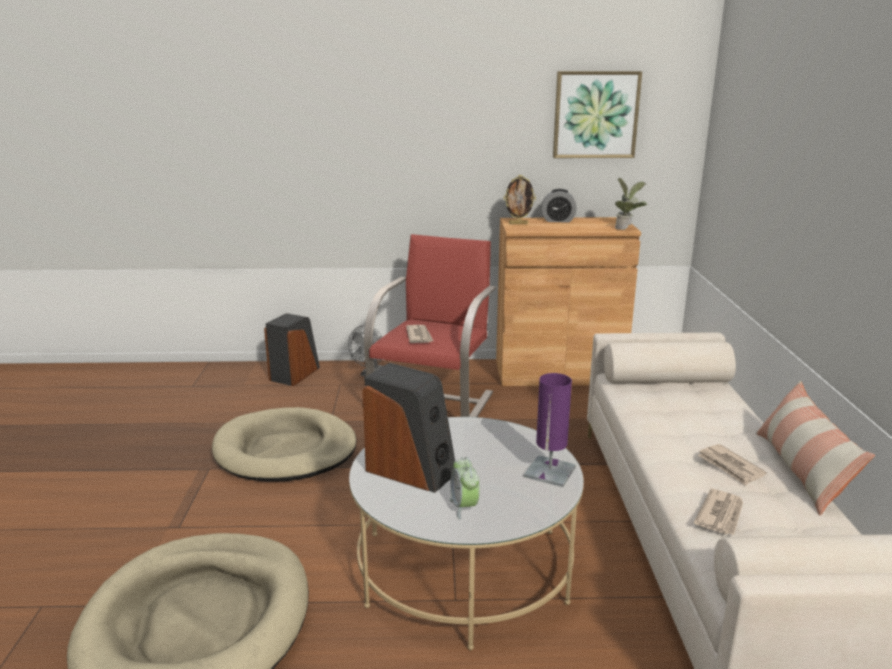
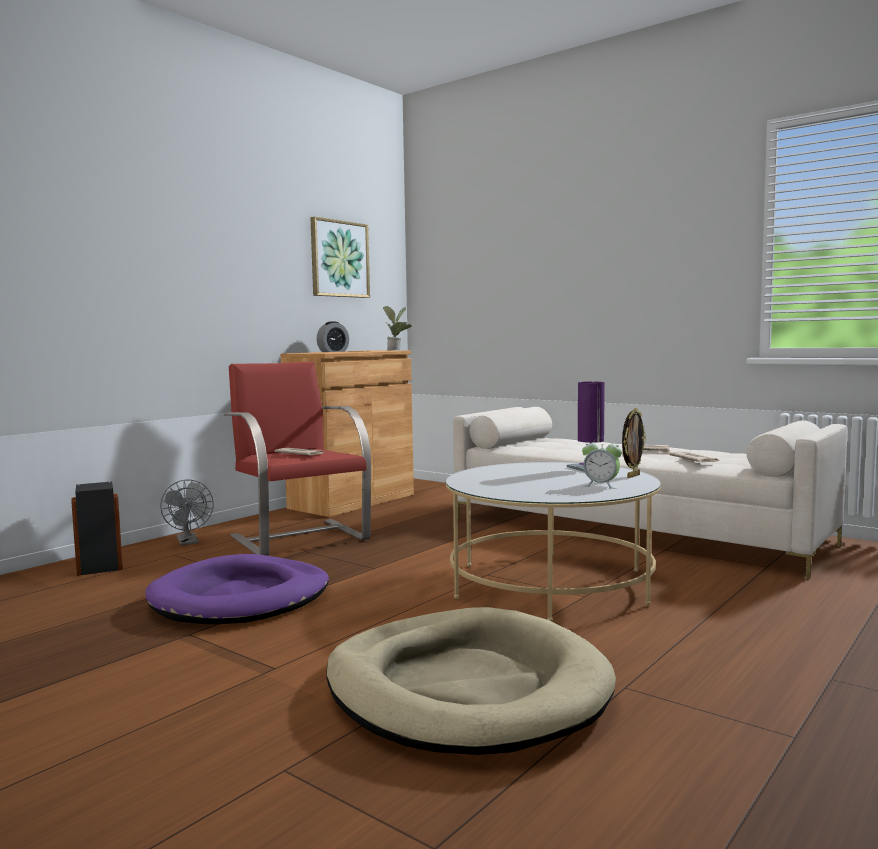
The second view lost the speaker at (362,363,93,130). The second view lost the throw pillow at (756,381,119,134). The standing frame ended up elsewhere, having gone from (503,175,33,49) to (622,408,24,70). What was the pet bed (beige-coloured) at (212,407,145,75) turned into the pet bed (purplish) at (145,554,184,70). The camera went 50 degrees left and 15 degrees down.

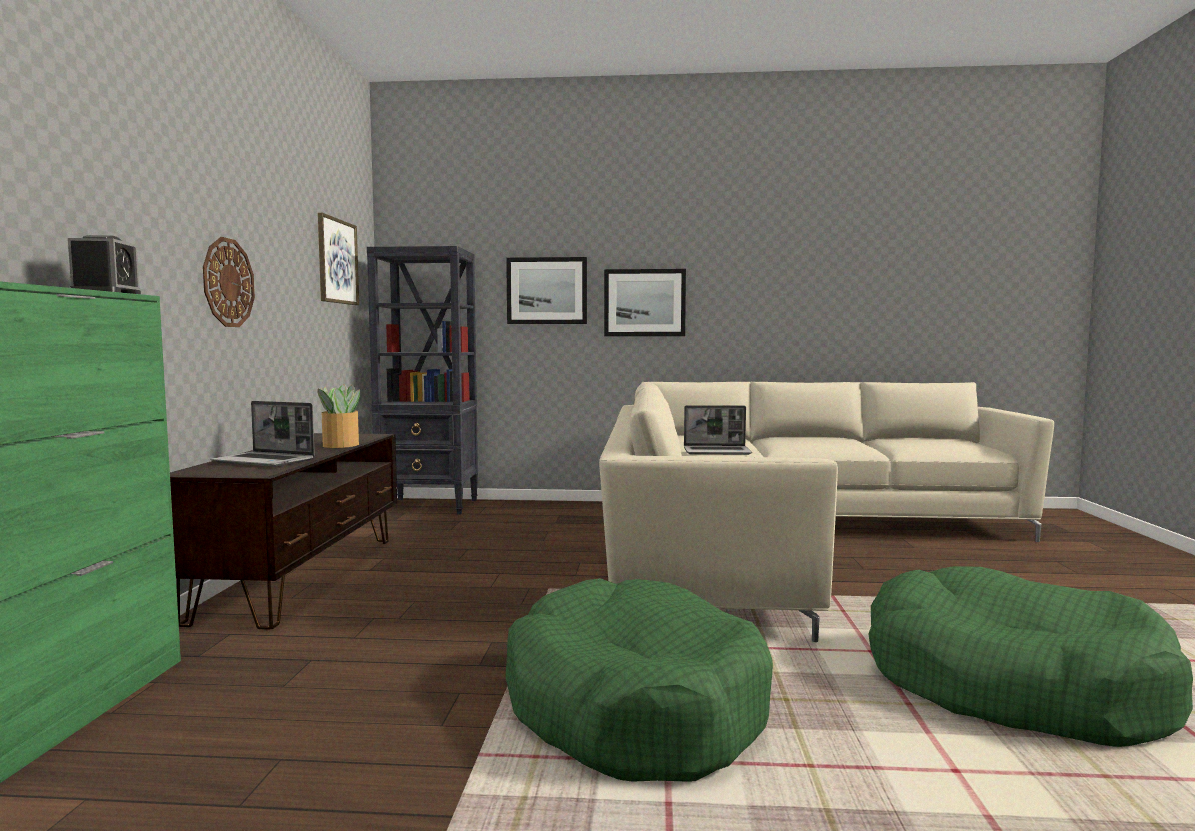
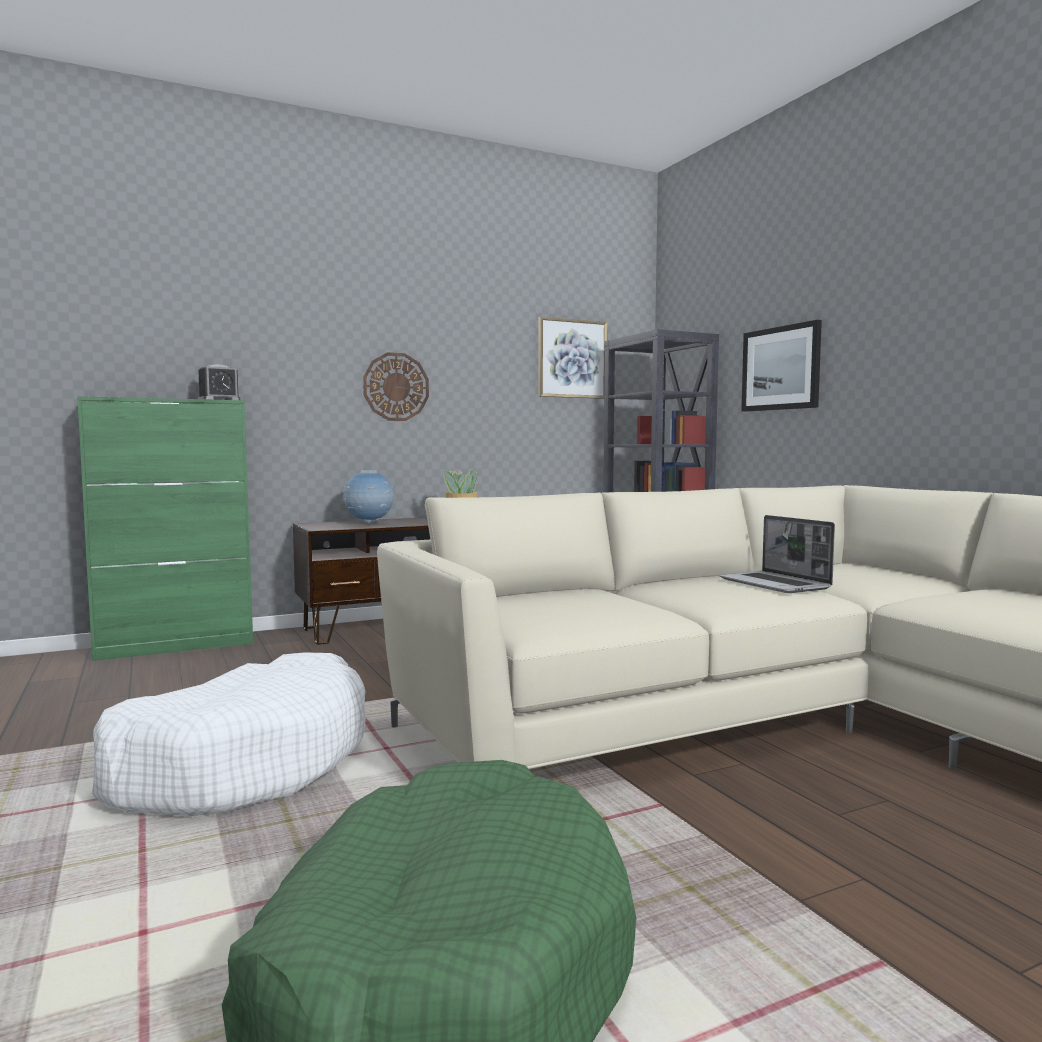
The second view lost the wall picture at (604,269,82,67). Where the laptop stood at (210,401,105,66), the globe came to stand at (342,470,52,54). What was the pet bed (green-coloured) at (505,578,268,204) turned into the pet bed (white-coloured) at (91,652,275,164). The camera went 60 degrees right and 0 degrees up.

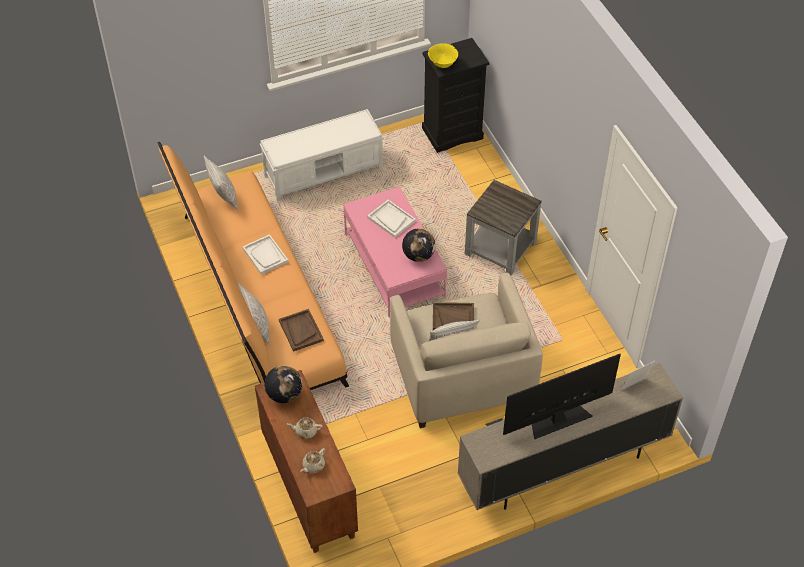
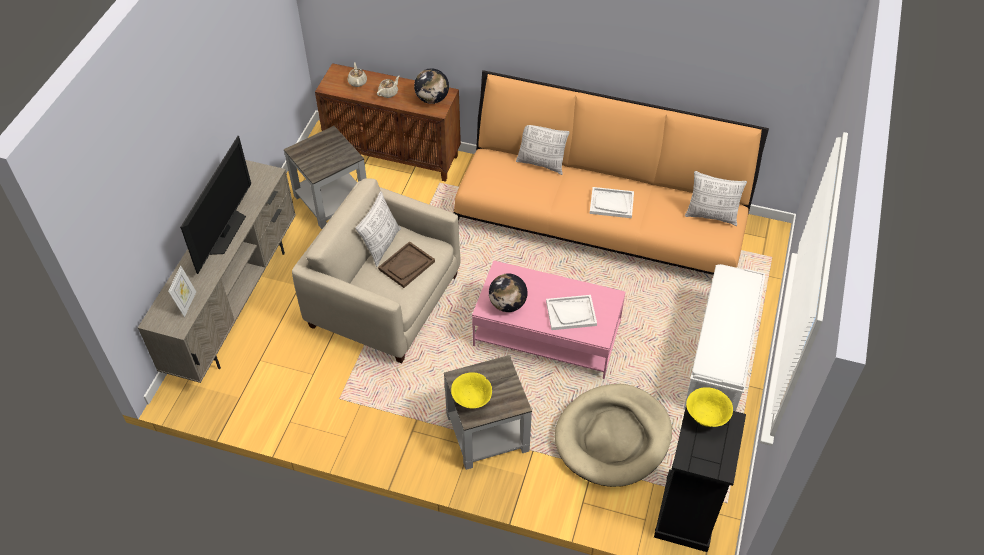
The second view lost the carrying tray (brown) at (279,309,45,43). The second view gained the end table (greyish) at (284,126,82,103). The second view gained the deep dish (yellow-coloured) at (451,372,41,37). The second view gained the pet bed (beige-coloured) at (555,384,117,103). The camera went 130 degrees right and 0 degrees up.

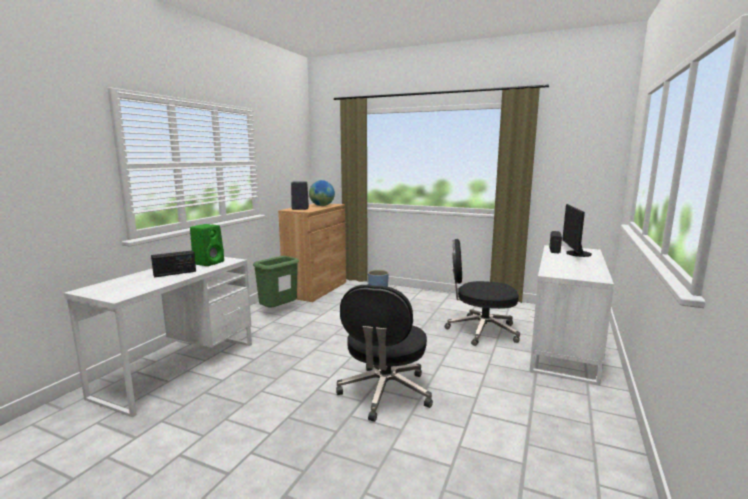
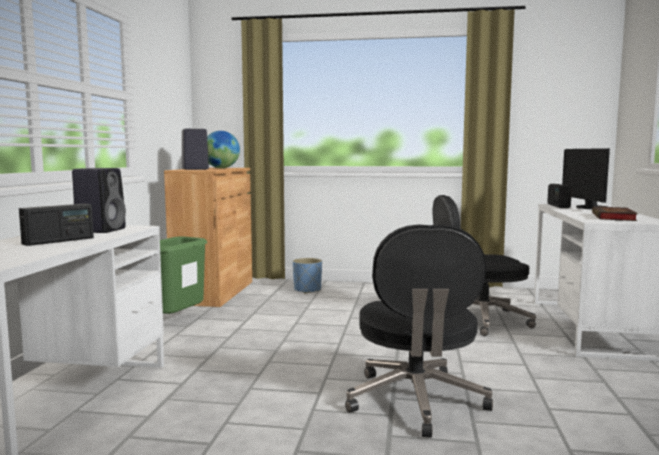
The second view gained the book at (592,206,46,15). What was the speaker (green-coloured) at (190,224,34,42) turned into the speaker (black) at (72,168,54,65). The camera went 15 degrees left and 5 degrees down.

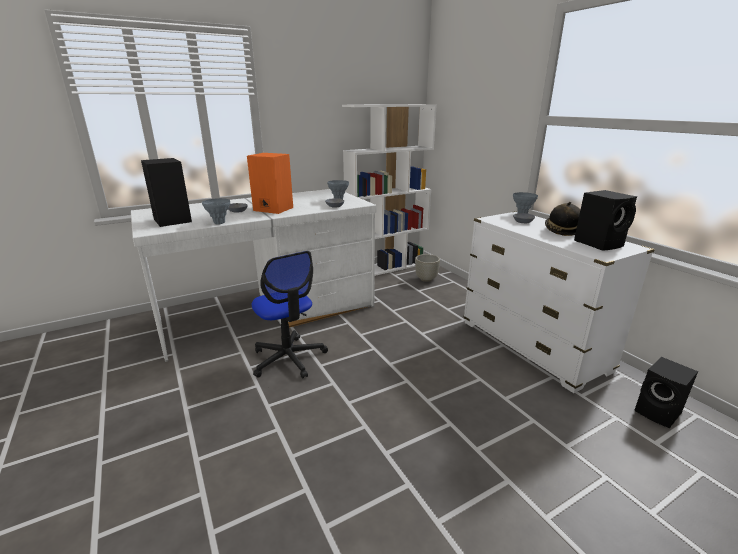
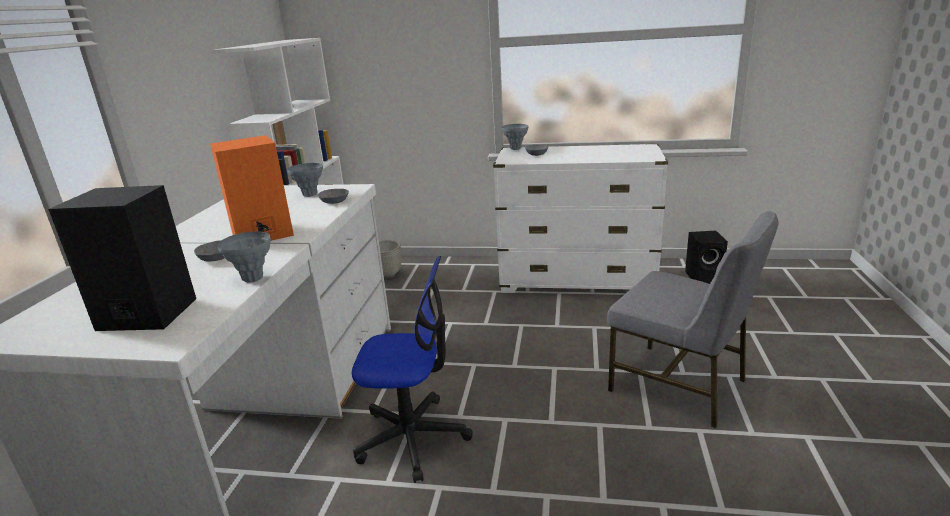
The second view lost the wearable hat at (545,202,35,34). The second view lost the speaker (black) at (574,190,63,61). The second view gained the upright chair (greyish) at (607,211,172,217). The camera went 50 degrees left and 0 degrees up.

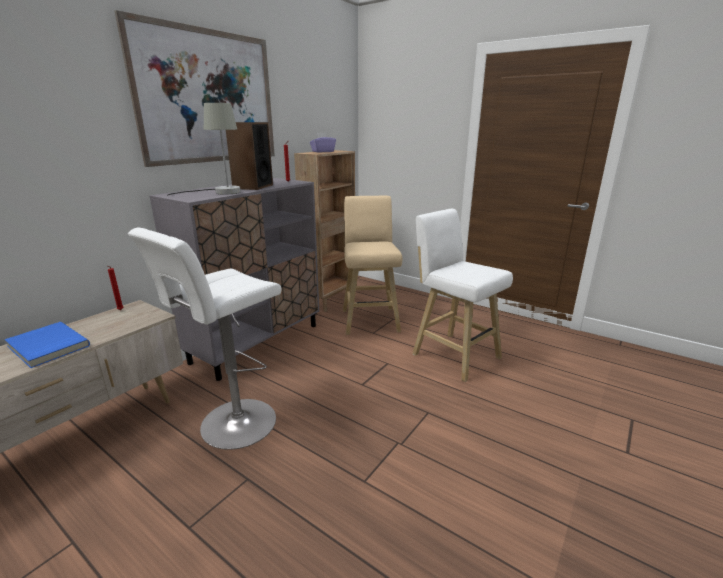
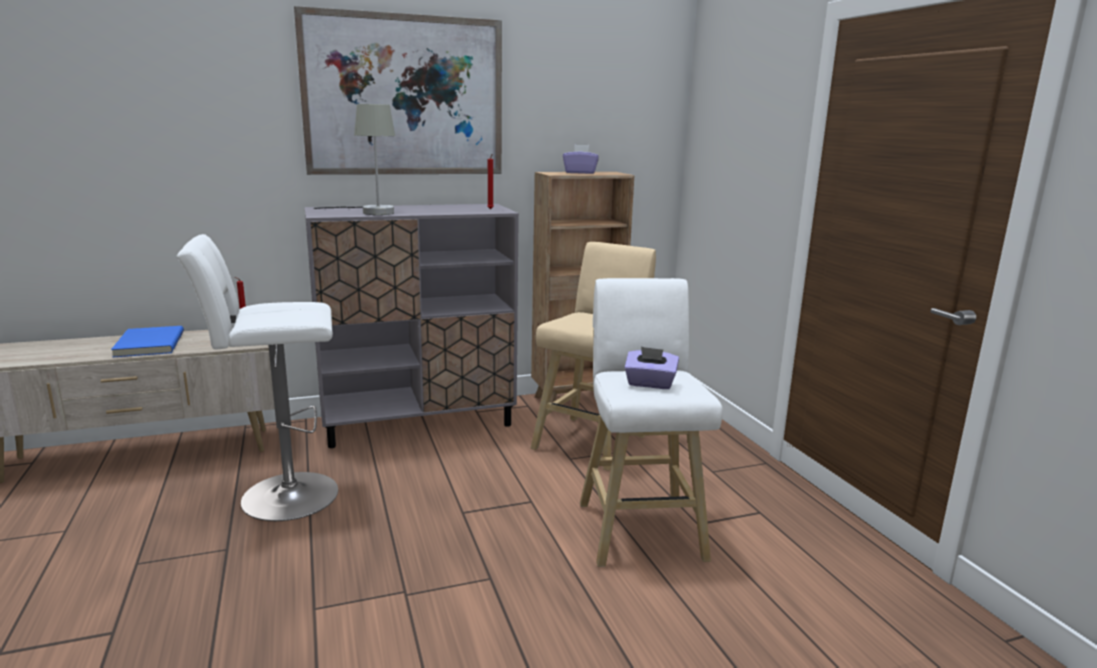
The second view lost the speaker at (226,122,47,68). The second view gained the tissue holder (purplish) at (624,347,55,42). The camera went 35 degrees right and 5 degrees down.

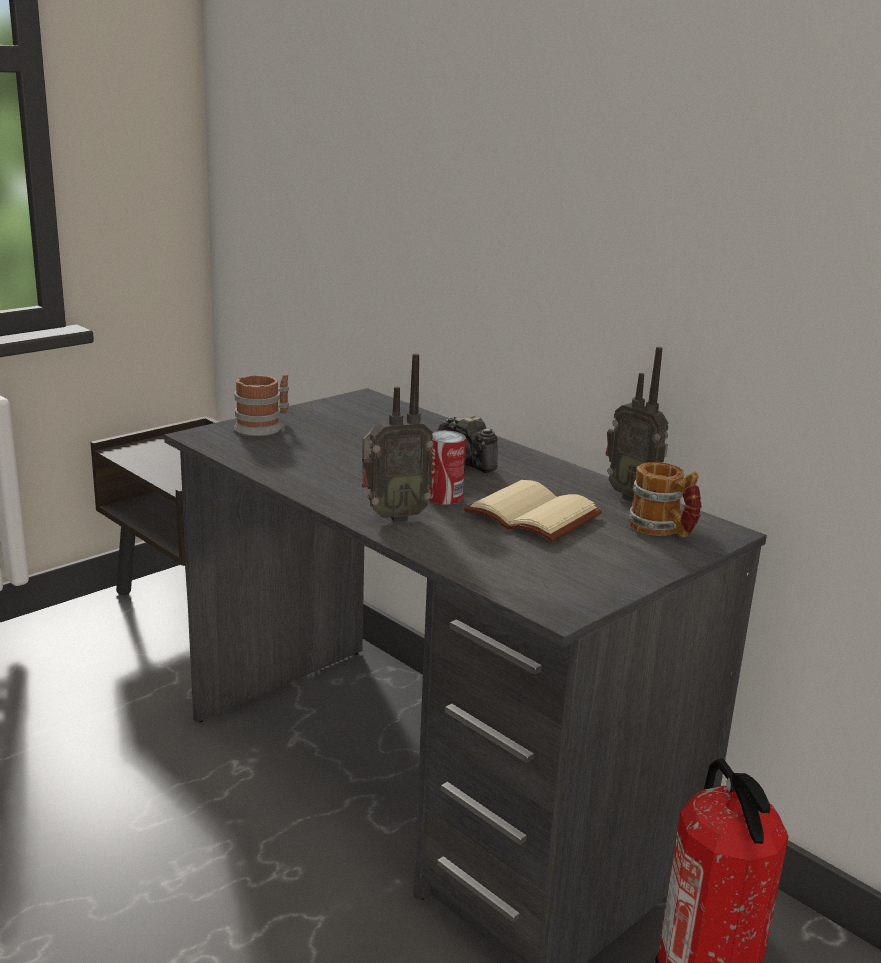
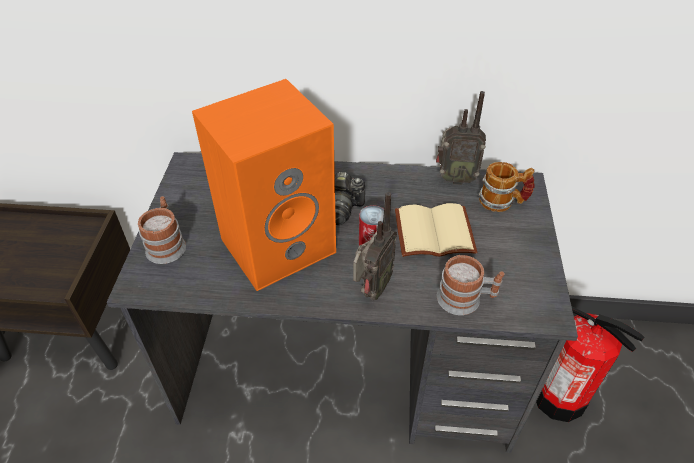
The second view gained the speaker (orange) at (192,79,144,212). The second view gained the coffee mug at (437,255,68,60). The camera went 40 degrees left and 25 degrees up.

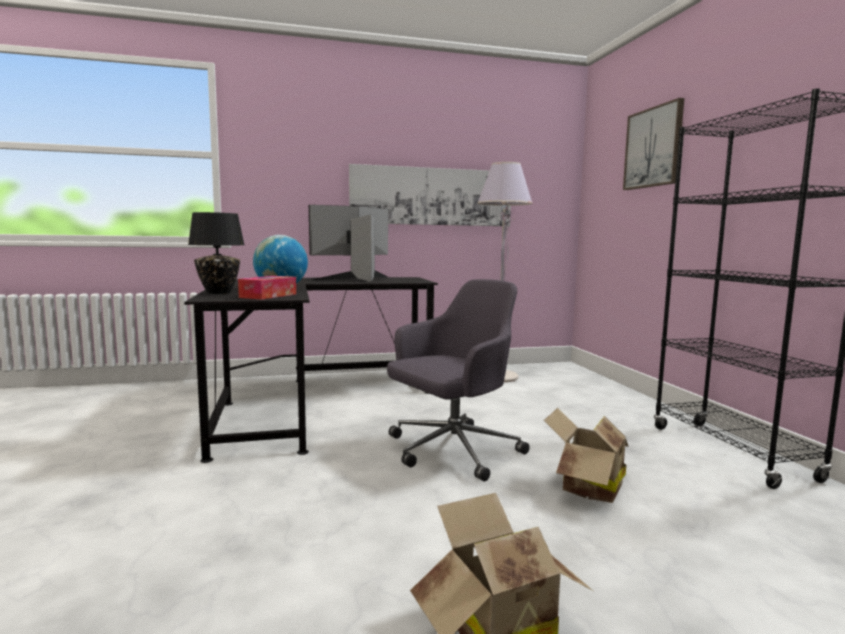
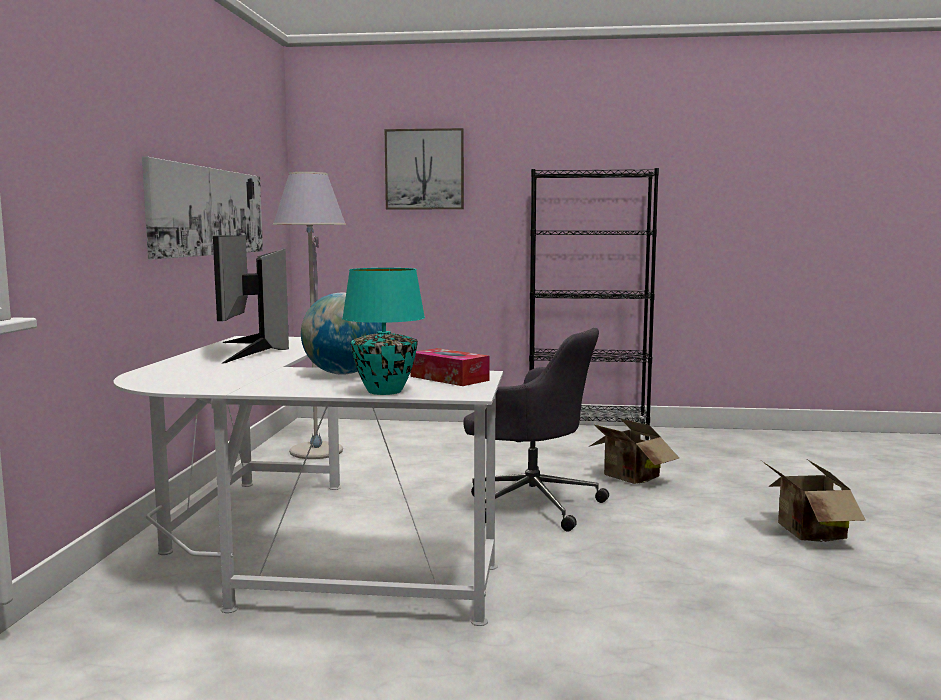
What was the desk (black) at (184,277,254,186) turned into the desk (white-coloured) at (114,336,389,290). What was the tabletop lamp (black) at (188,212,56,82) turned into the tabletop lamp (turquoise-coloured) at (342,268,83,127). The desk chair (greyish) at (387,279,143,202) ended up facing another way, 135 degrees clockwise from before. The camera went 70 degrees left and 0 degrees up.

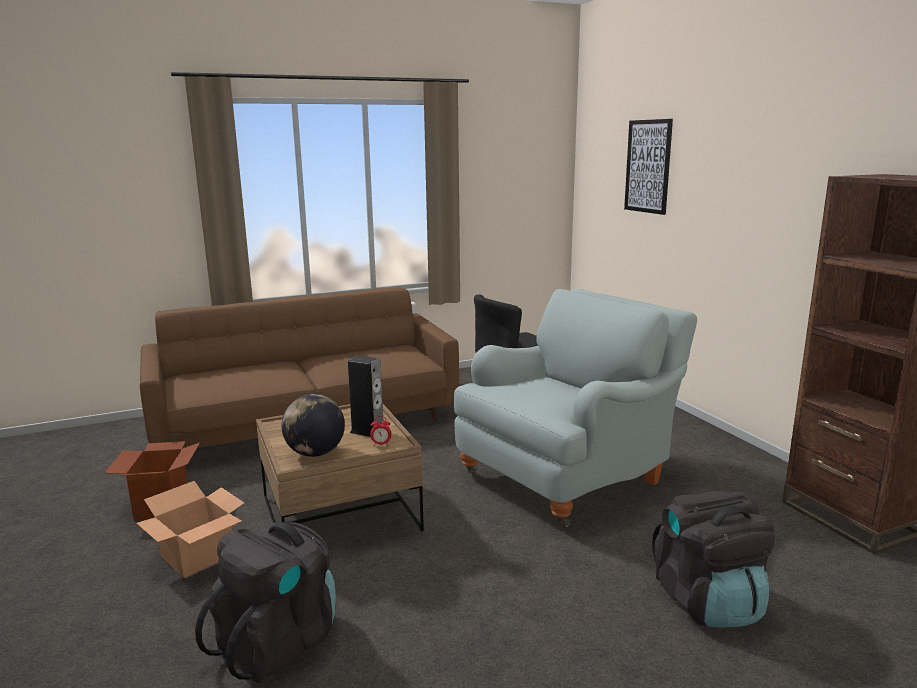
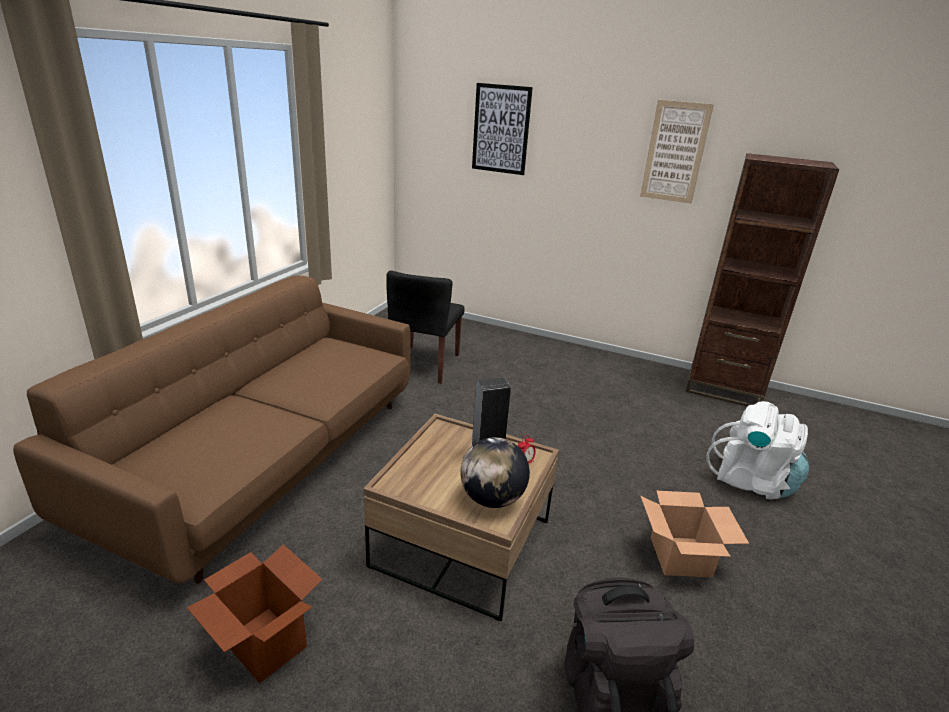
The second view lost the lounge chair (greyish) at (454,288,243,239). The second view gained the wall picture at (640,100,74,104). The cardboard box ended up elsewhere, having gone from (136,481,108,97) to (641,491,108,87). What was the knapsack (black) at (652,491,123,136) turned into the knapsack (white-coloured) at (706,401,103,99). The camera went 45 degrees left and 10 degrees up.

